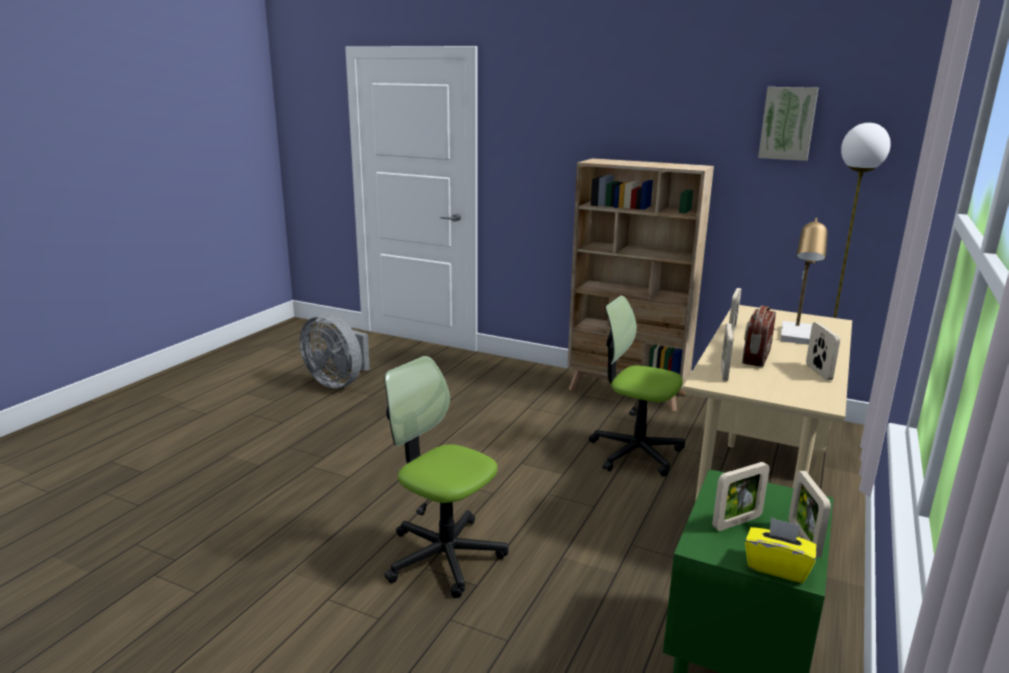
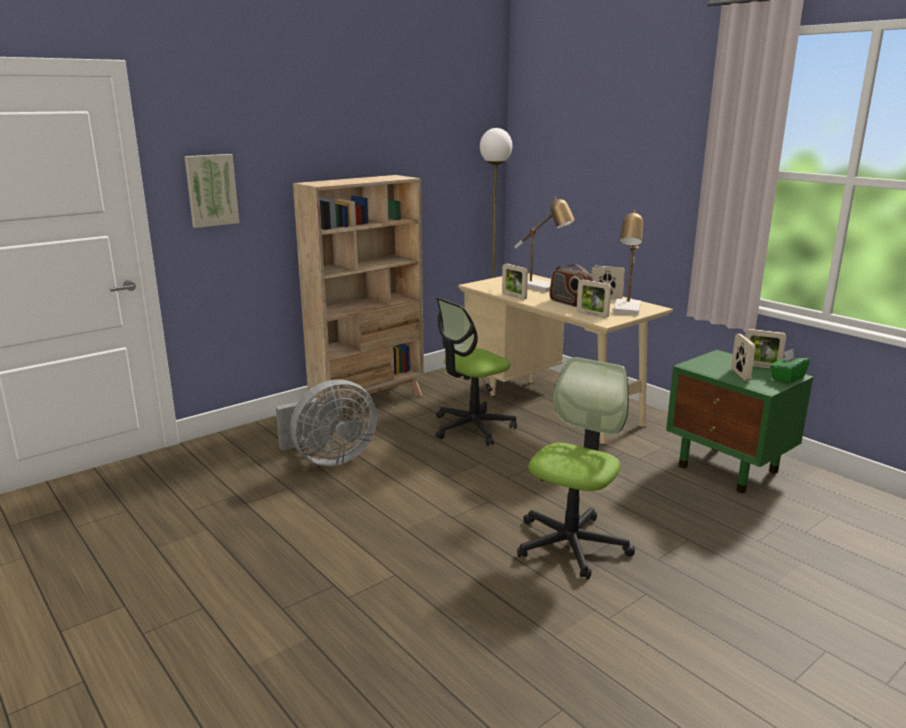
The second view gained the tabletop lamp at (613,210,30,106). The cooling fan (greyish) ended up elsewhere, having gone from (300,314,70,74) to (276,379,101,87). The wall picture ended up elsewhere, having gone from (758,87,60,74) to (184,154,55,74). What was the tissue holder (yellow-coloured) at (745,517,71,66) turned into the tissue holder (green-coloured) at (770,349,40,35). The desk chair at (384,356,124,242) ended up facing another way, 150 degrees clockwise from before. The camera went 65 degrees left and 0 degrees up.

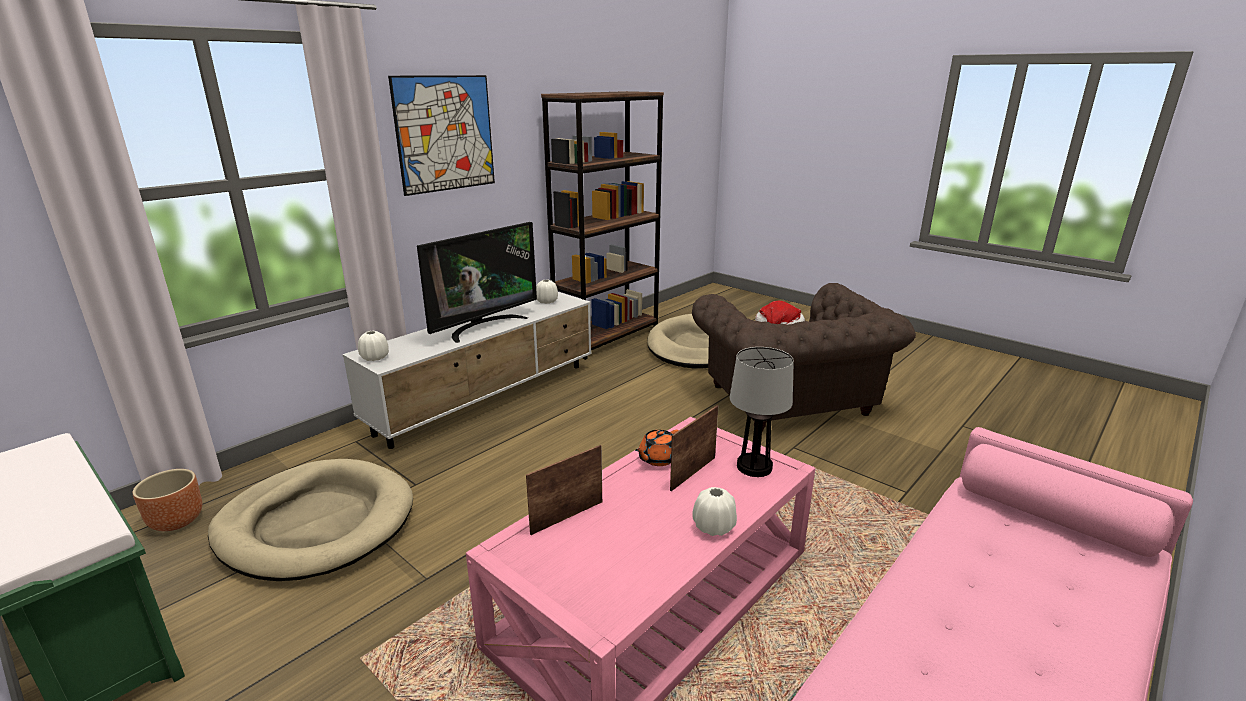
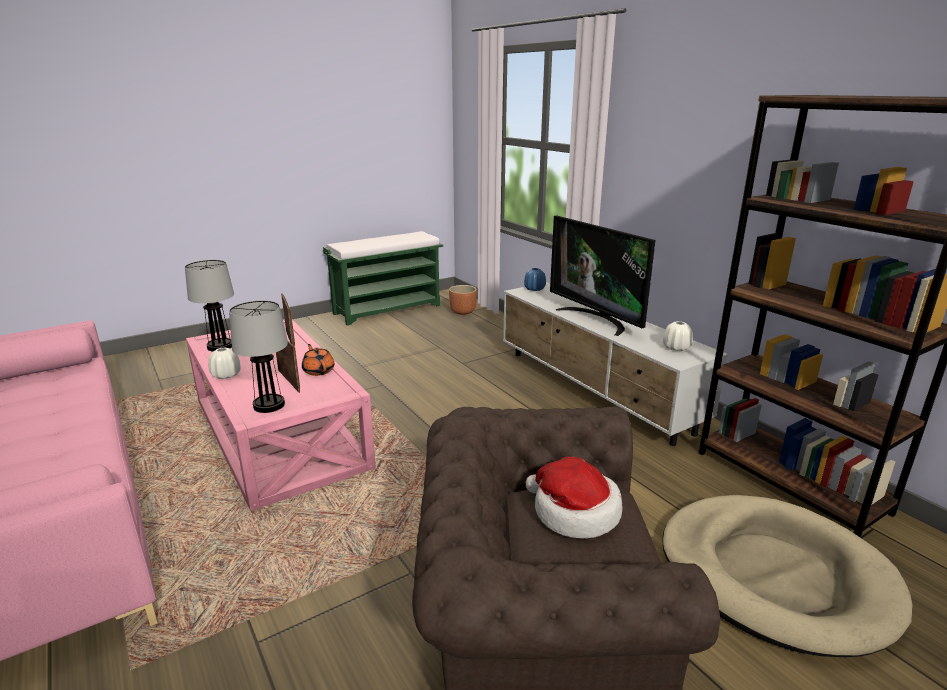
The second view lost the pet bed (beige-coloured) at (208,459,205,122). The second view lost the wall picture at (388,75,107,121). The second view gained the tabletop lamp at (185,260,49,91). What was the decorative vase (white-coloured) at (358,331,31,30) turned into the decorative vase (bluish) at (524,268,22,23). The camera went 105 degrees right and 0 degrees up.

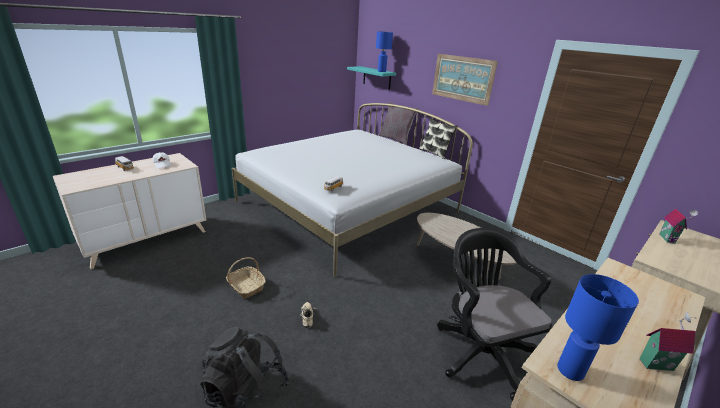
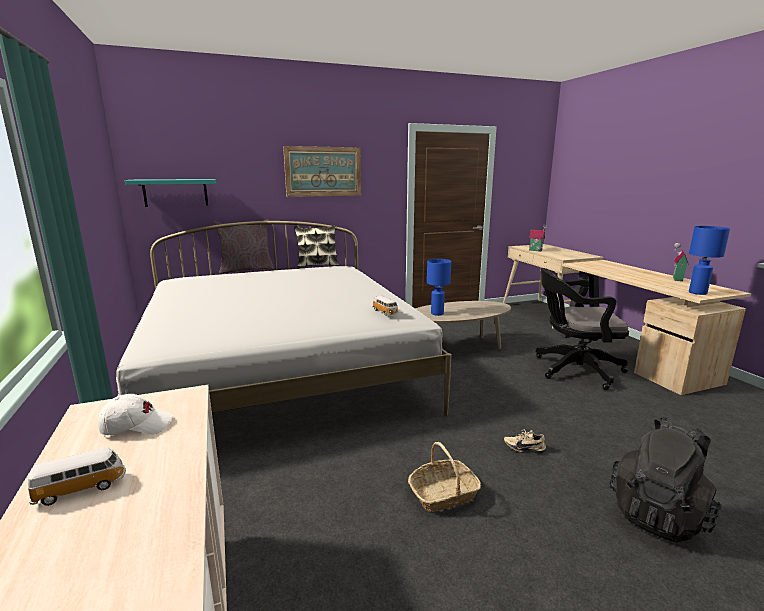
The tabletop lamp (bluish) ended up elsewhere, having gone from (376,31,17,41) to (427,259,24,57). The camera went 65 degrees left and 10 degrees down.

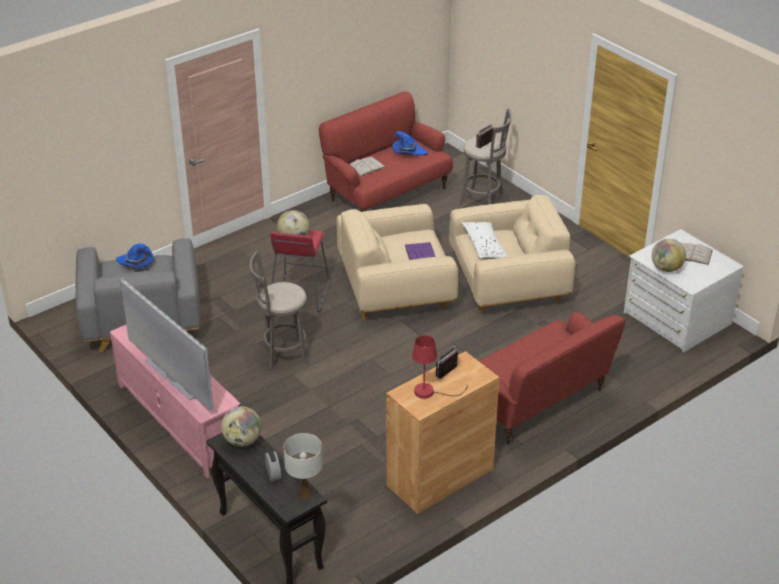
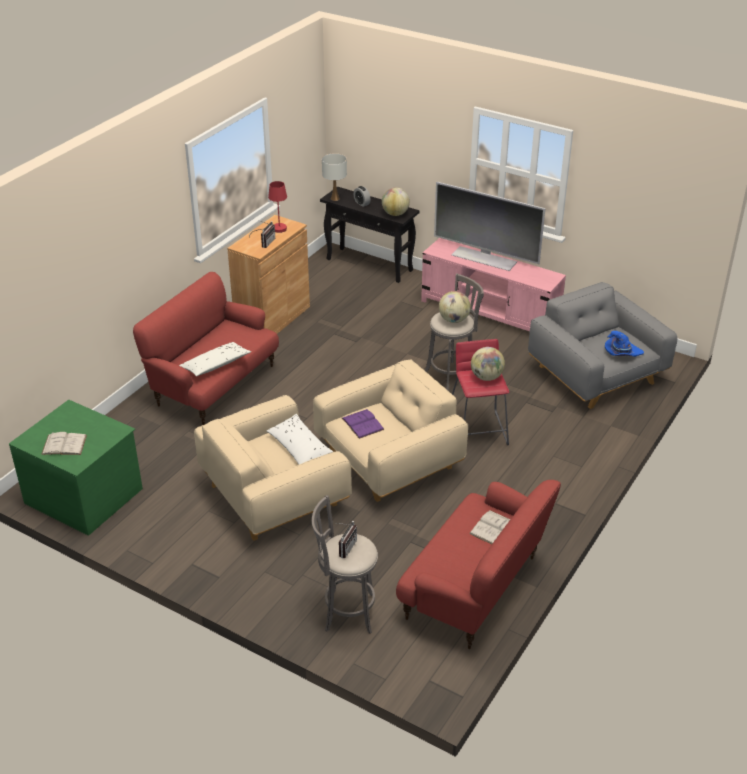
The second view lost the wearable hat (bluish) at (392,131,36,25). The second view gained the throw pillow (white-coloured) at (179,342,72,34). The globe ended up elsewhere, having gone from (652,238,34,34) to (439,291,32,32). What was the chest of drawers (white-coloured) at (624,229,120,123) turned into the chest of drawers (green-coloured) at (9,400,134,136). The camera went 160 degrees right and 0 degrees up.

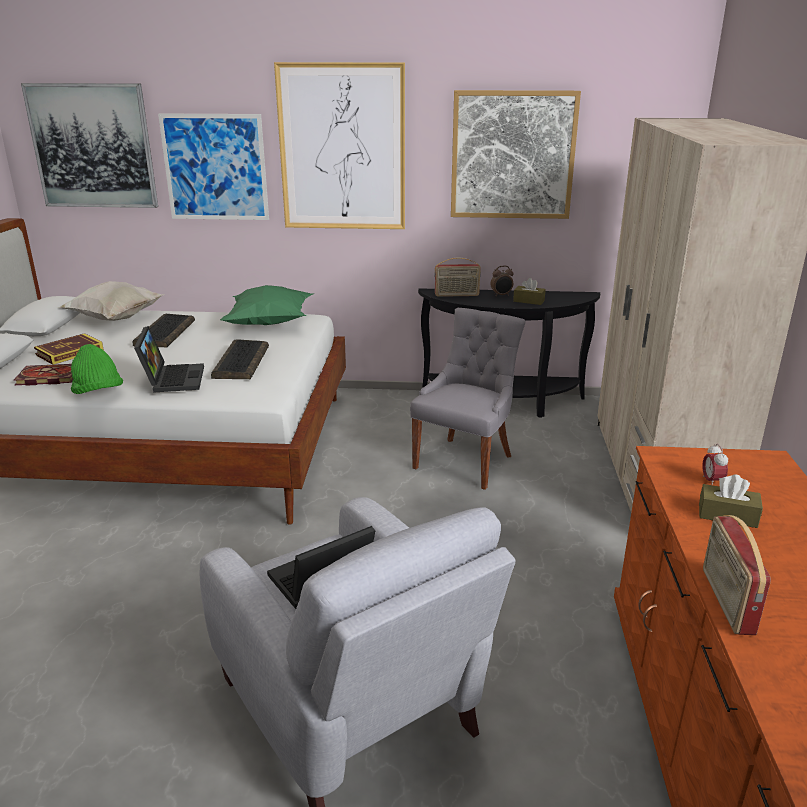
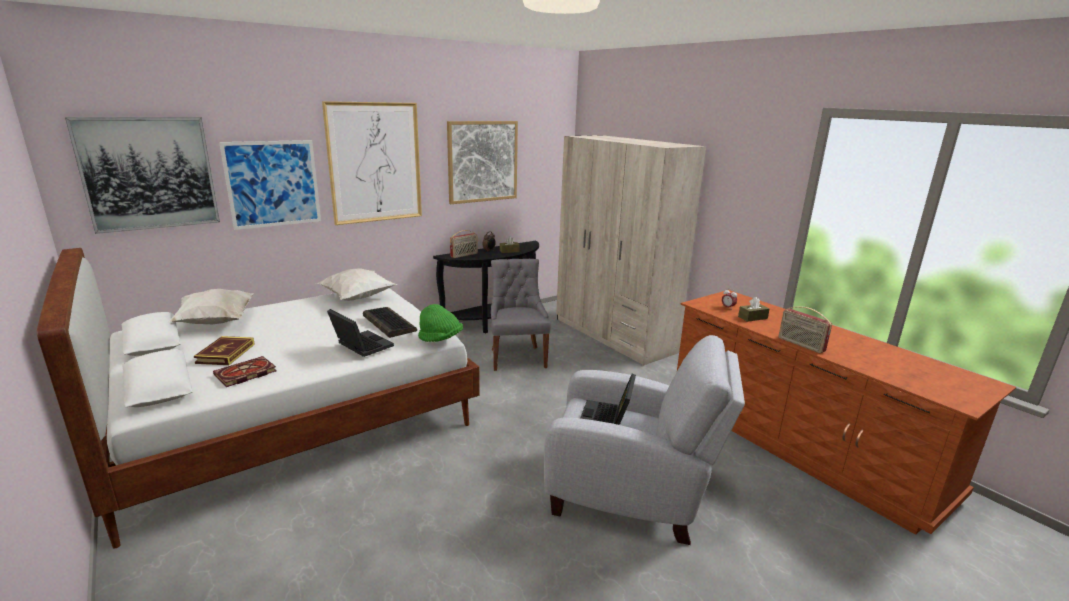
The second view lost the computer keyboard at (132,314,63,33). The wearable hat (green-coloured) ended up elsewhere, having gone from (71,344,52,50) to (418,304,45,38). What was the throw pillow (green-coloured) at (220,285,93,40) turned into the throw pillow (white-coloured) at (316,268,82,33). The camera went 40 degrees left and 5 degrees down.

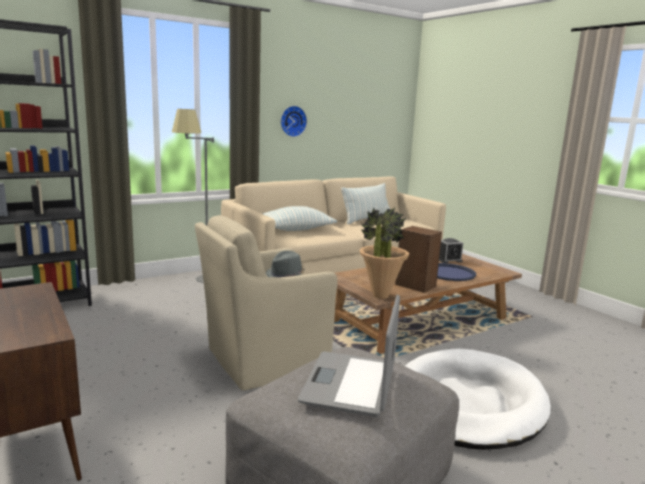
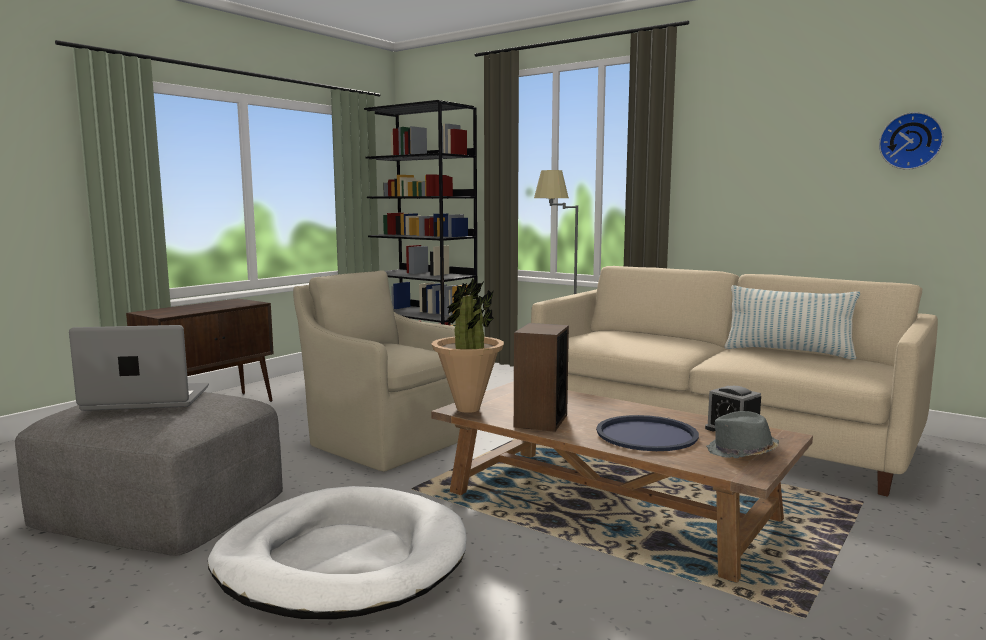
The second view lost the throw pillow at (262,206,75,25). The wearable hat (greyish) ended up elsewhere, having gone from (266,251,39,26) to (706,411,73,47). The hanging clock ended up elsewhere, having gone from (281,106,26,31) to (879,112,65,58). The camera went 70 degrees right and 5 degrees down.

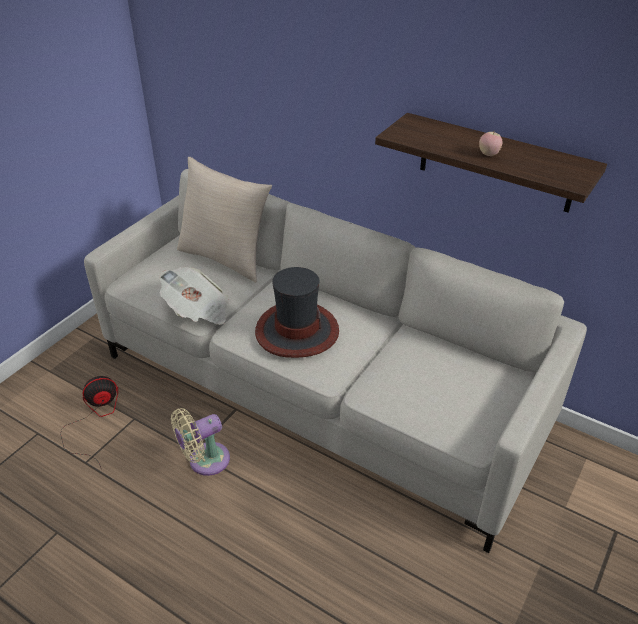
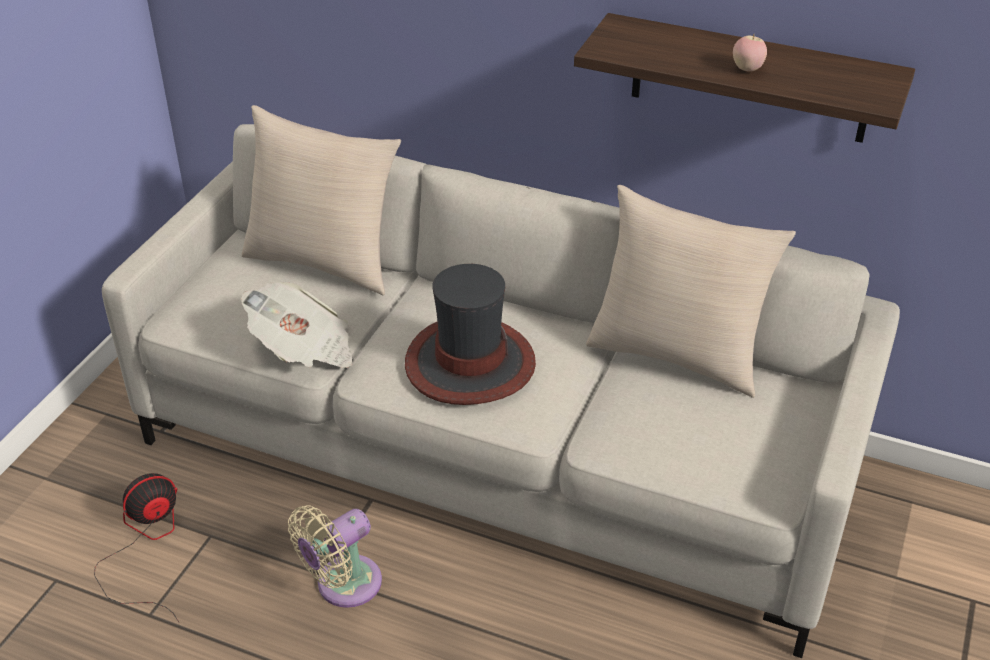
The second view gained the throw pillow (beige-coloured) at (586,185,210,213). The camera went 10 degrees left and 0 degrees up.

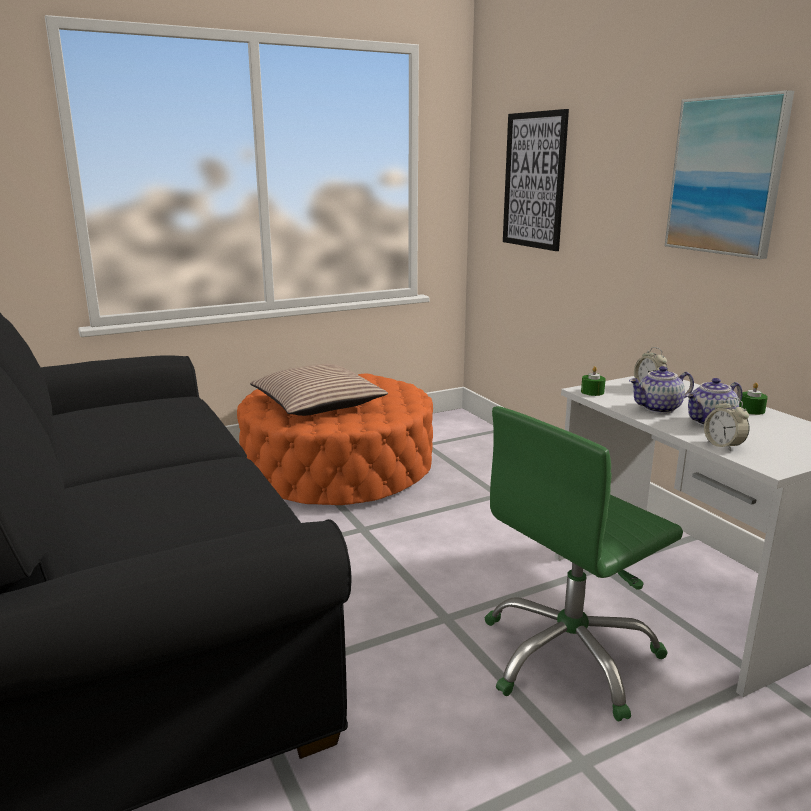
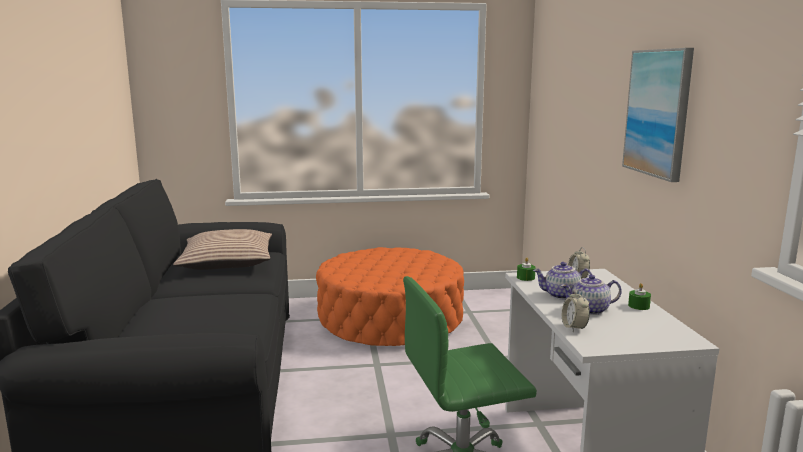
The second view lost the wall picture at (503,109,66,142). The throw pillow ended up elsewhere, having gone from (250,364,138,52) to (173,229,99,41). The camera went 20 degrees right and 5 degrees down.

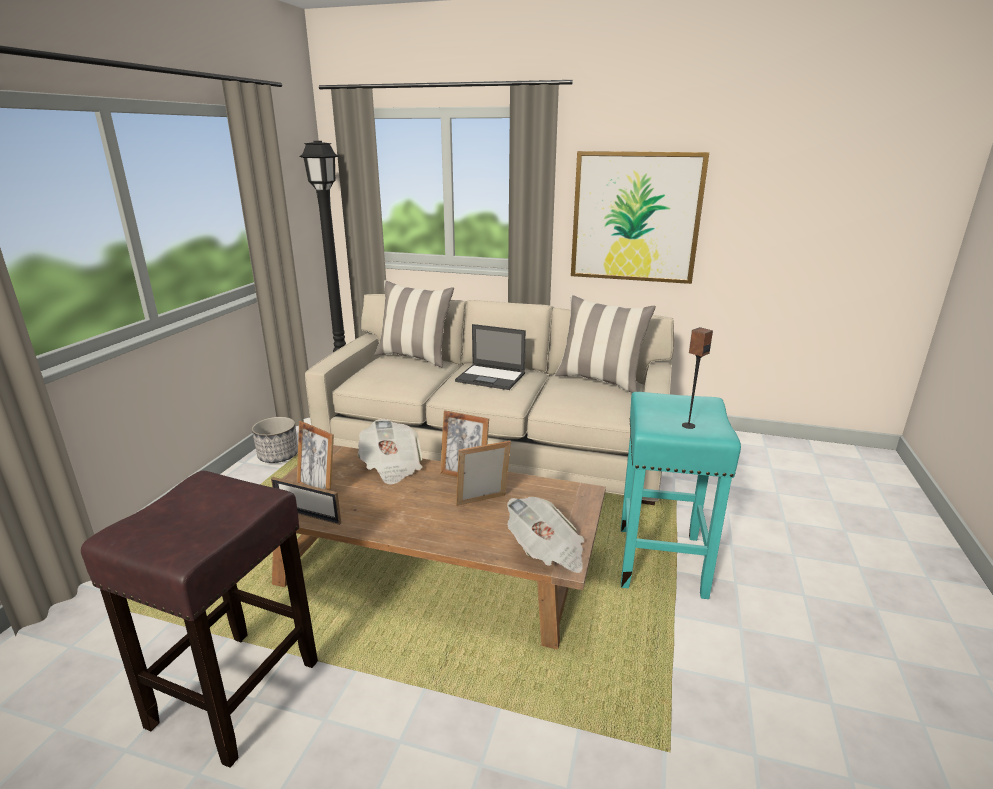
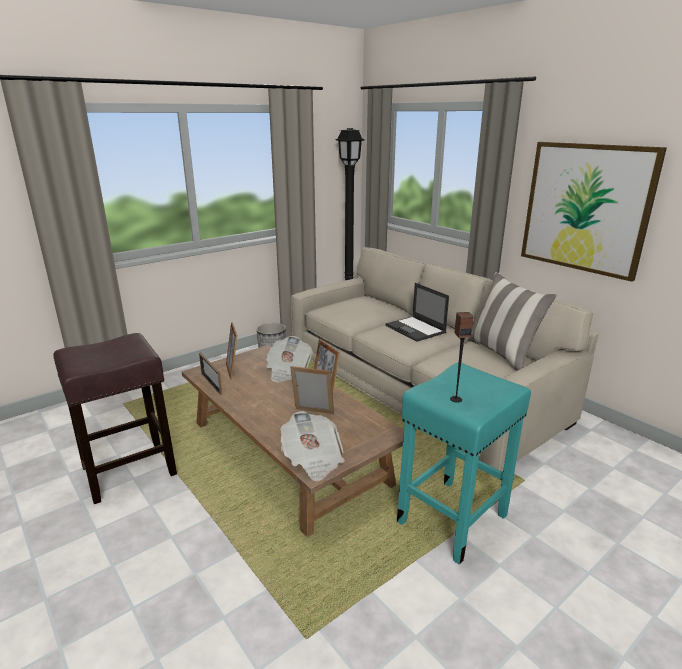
The second view lost the throw pillow at (375,280,79,87). The camera went 35 degrees right and 0 degrees up.

